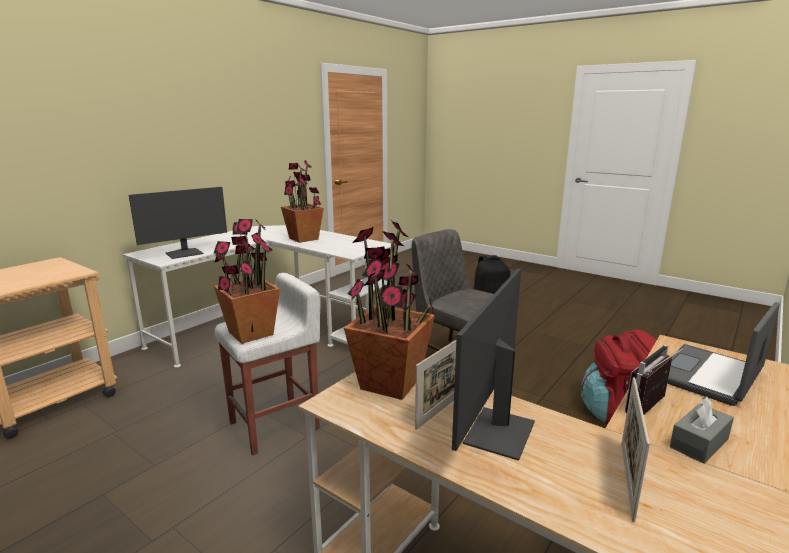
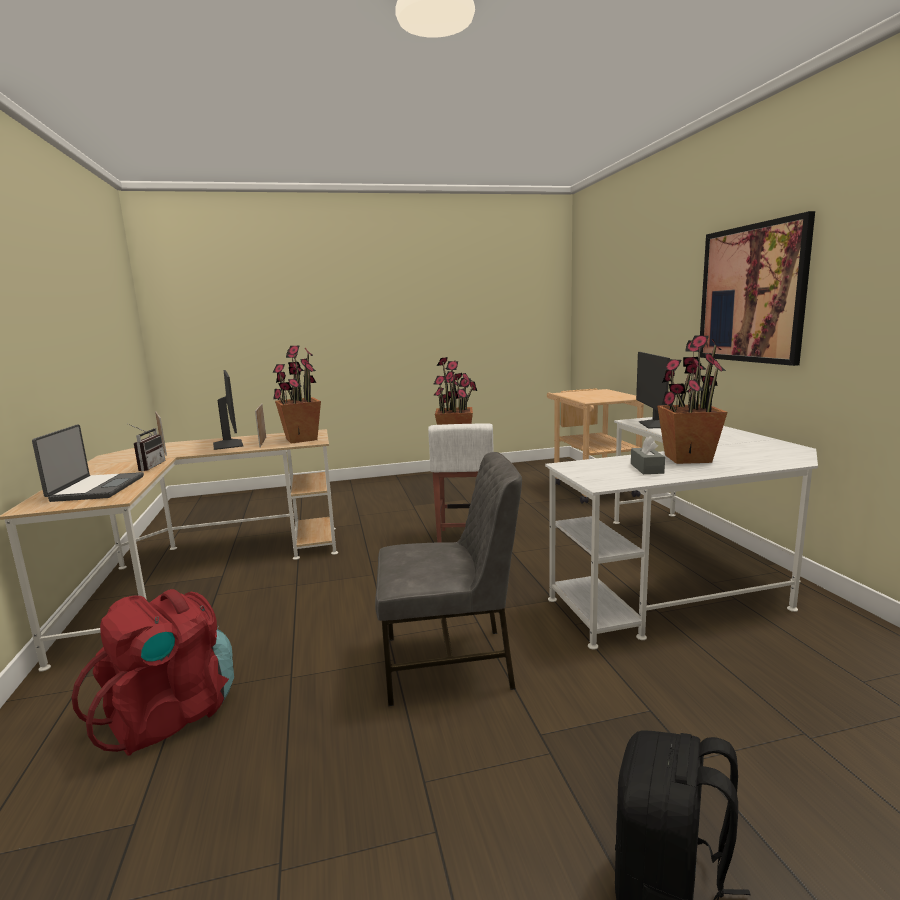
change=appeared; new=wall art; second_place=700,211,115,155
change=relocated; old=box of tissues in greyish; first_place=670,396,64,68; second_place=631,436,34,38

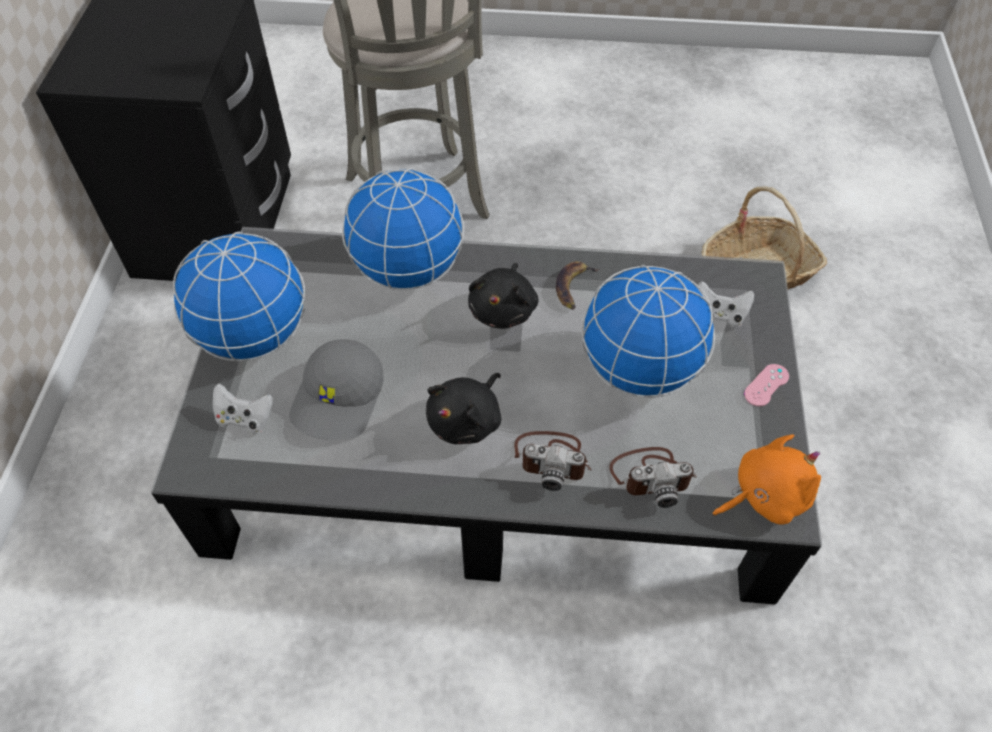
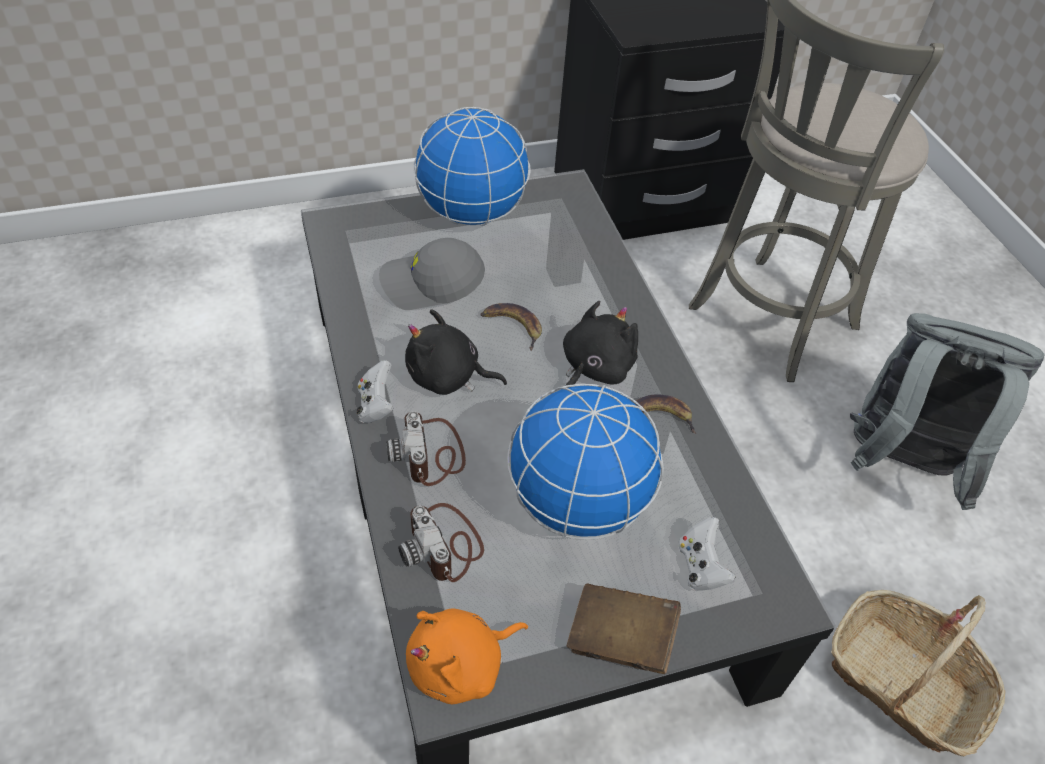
change=missing; old=world globe; first_place=342,168,122,122
change=appeared; new=whole banana; second_place=481,303,61,48
change=appeared; new=rucksack in greyish; second_place=850,313,195,197
change=relocated; old=game controller in whitish; first_place=213,383,60,50; second_place=357,360,37,63
change=exchanged; old=game controller in pinkish; new=volume in brown-coloured; first_place=744,364,45,43; second_place=567,583,114,91
change=spun; old=soft toy in black; first_place=468,263,70,66; second_place=563,301,75,87; degrees=135
change=spun; old=soft toy in orange-coloured; first_place=712,434,109,91; second_place=406,609,122,95; degrees=105

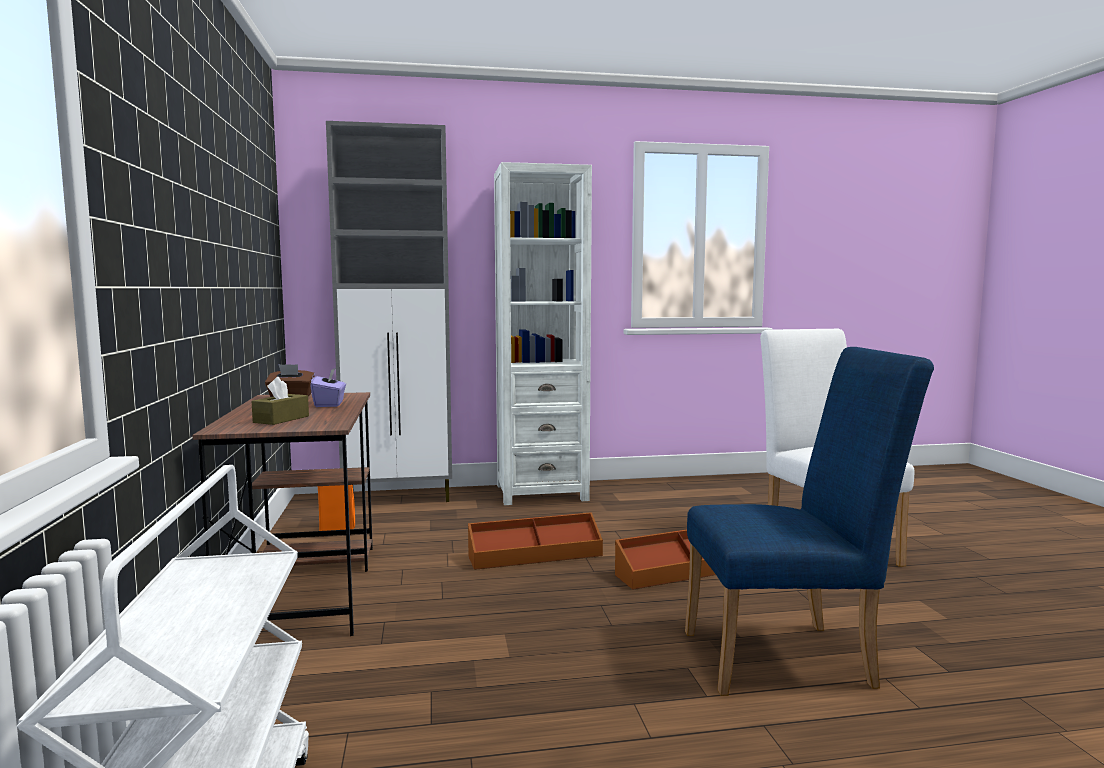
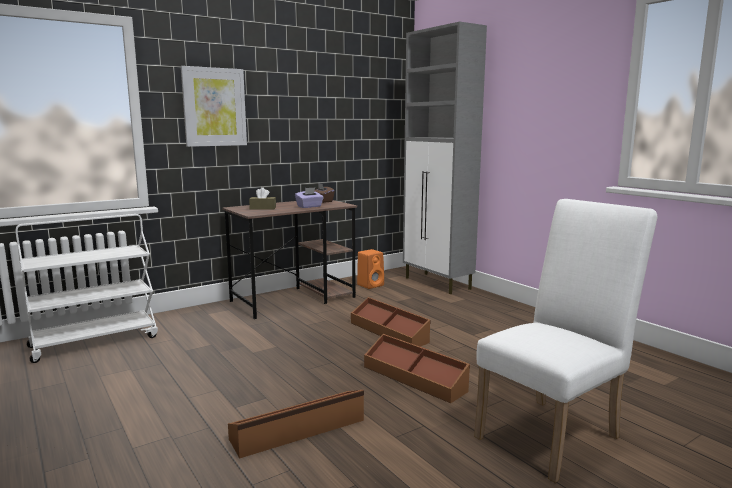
change=missing; old=shelving unit in whitish; first_place=494,162,98,343
change=appeared; new=wall art; second_place=181,66,66,81
change=exchanged; old=plain chair in bluish; new=storage bin in brown-coloured; first_place=685,347,249,349; second_place=228,390,136,69

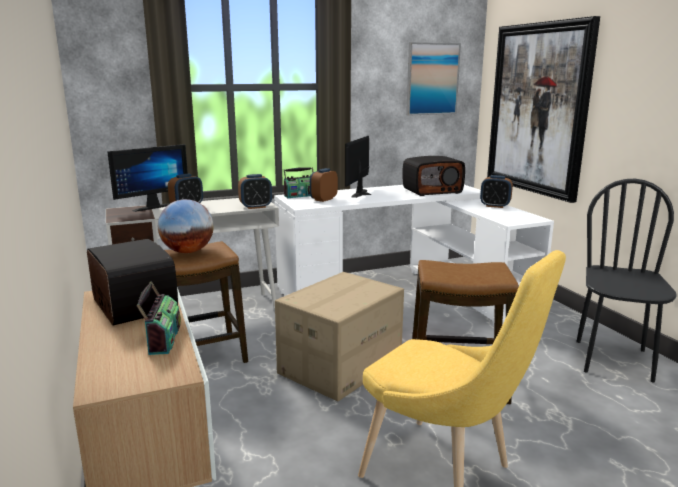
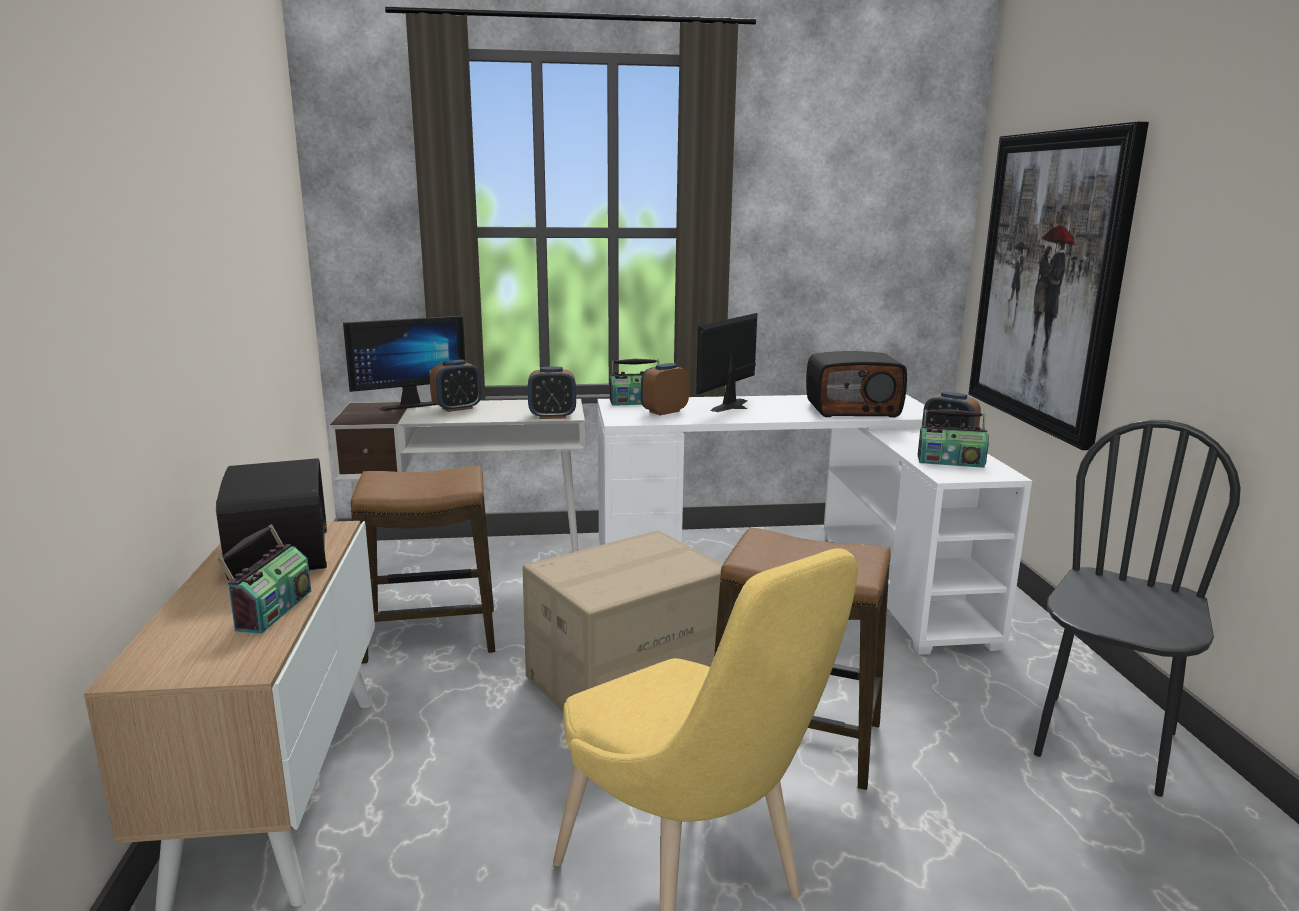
change=missing; old=world globe; first_place=158,199,56,54
change=missing; old=wall art; first_place=406,42,55,74
change=appeared; new=radio receiver; second_place=918,410,71,58

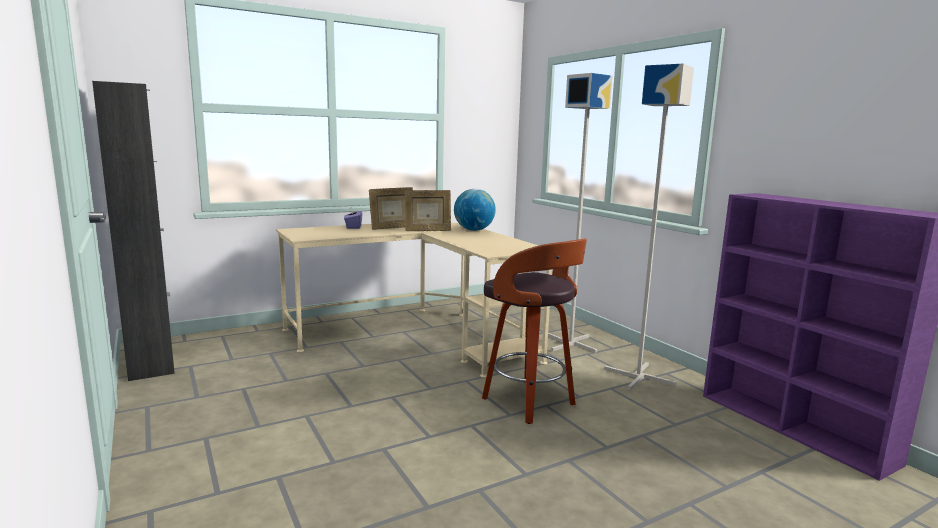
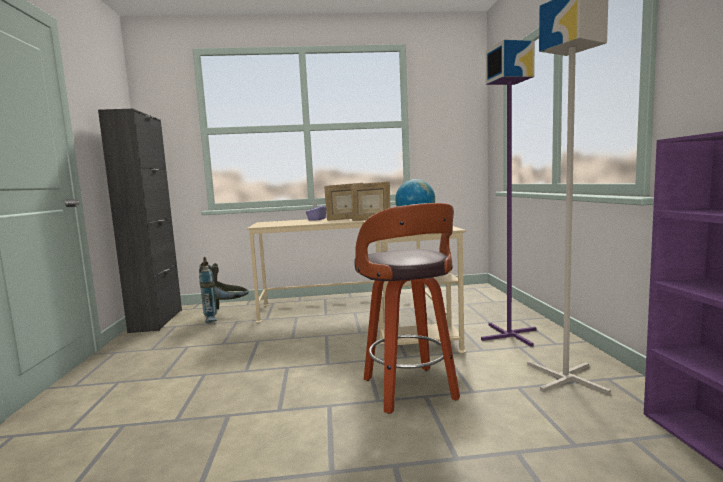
change=appeared; new=rucksack in greyish; second_place=199,257,50,66
change=colour; old=floor lamp in greyish; new=floor lamp in purplish; first_place=548,73,65,280; second_place=481,40,55,307

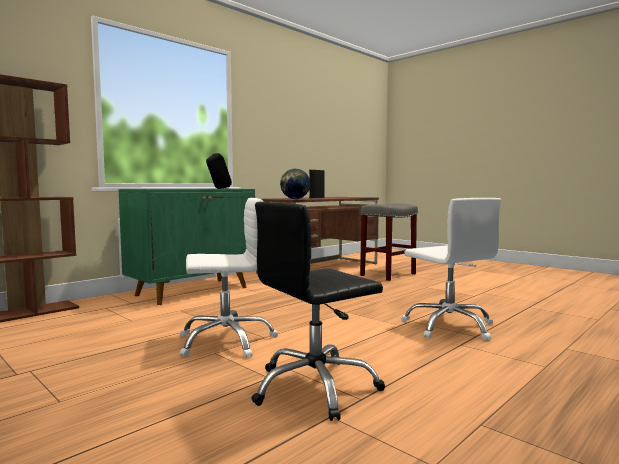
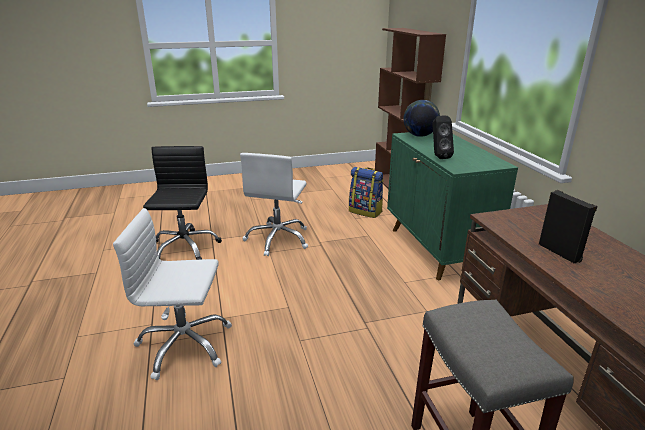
change=appeared; new=rucksack; second_place=349,167,35,51
change=relocated; old=world globe; first_place=280,169,30,30; second_place=403,100,37,37

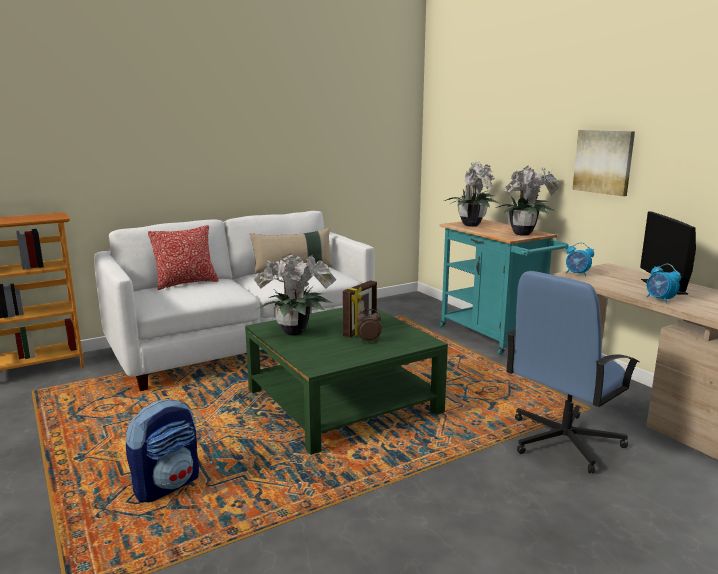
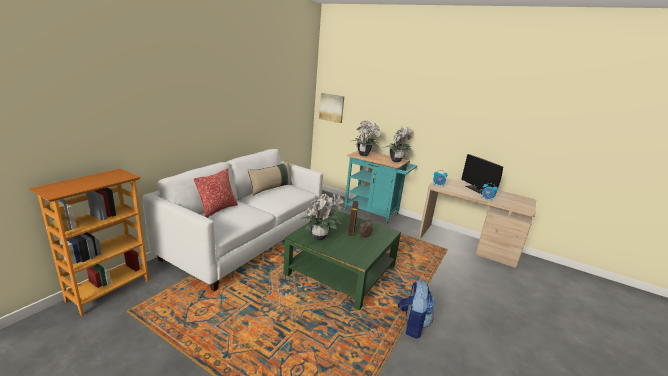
change=missing; old=office chair in bluish; first_place=506,271,133,202
change=relocated; old=rucksack; first_place=126,399,73,103; second_place=398,280,36,59
change=relocated; old=wall art; first_place=572,130,63,66; second_place=319,93,25,30

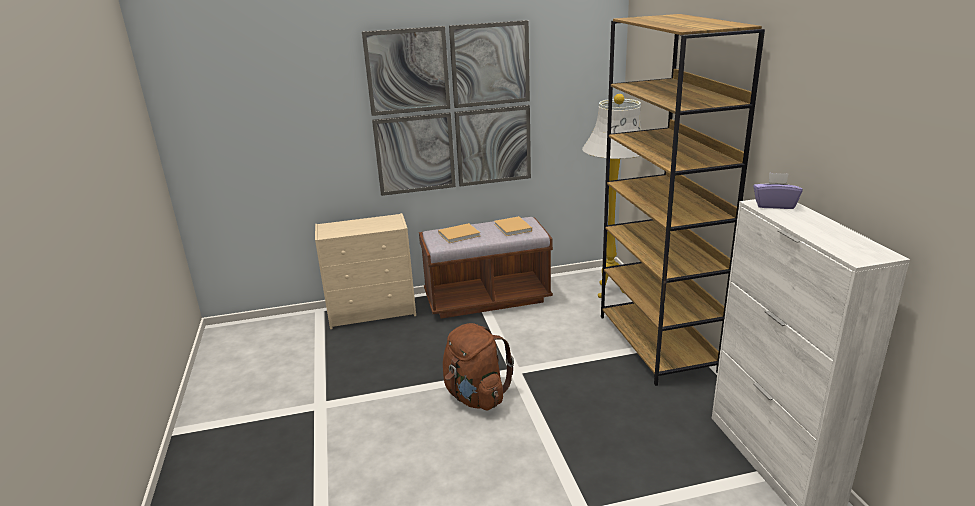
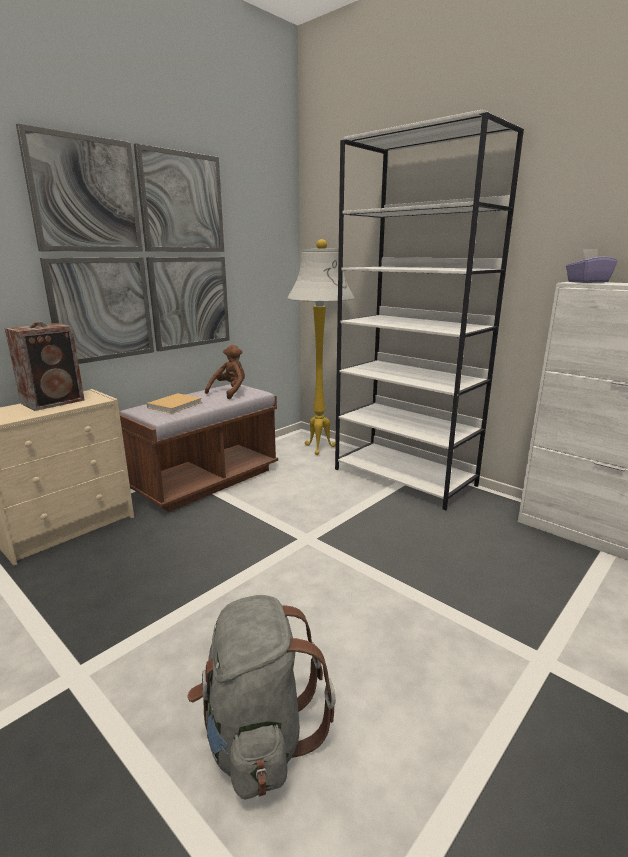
change=missing; old=rucksack in brown-coloured; first_place=443,323,71,87
change=appeared; new=loudspeaker; second_place=5,322,79,89
change=appeared; new=rucksack in greyish; second_place=187,595,149,205
change=exchanged; old=volume in beige; new=soft toy in brown-coloured; first_place=494,216,38,20; second_place=205,345,40,54
change=colour; old=shelving unit in brown-coloured; new=shelving unit in whitish; first_place=601,14,164,372; second_place=335,109,189,402

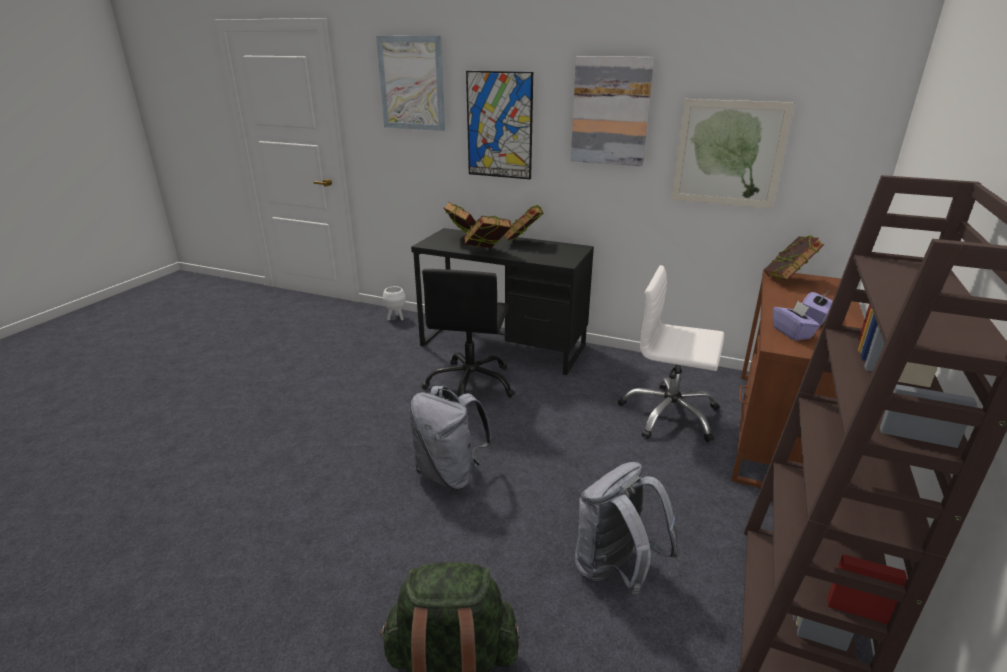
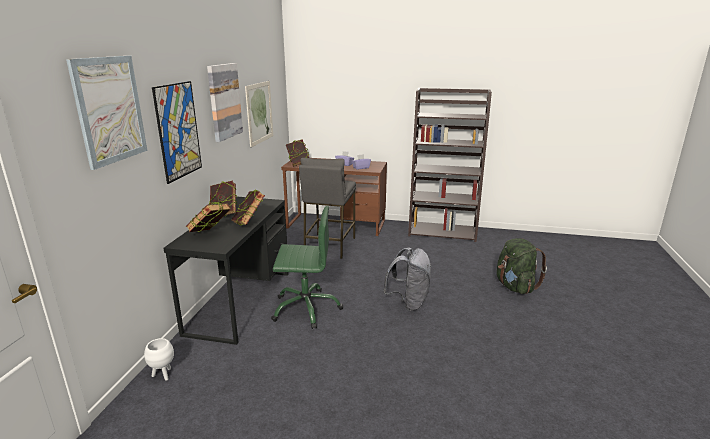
change=missing; old=rucksack in greyish; first_place=575,462,103,132
change=exchanged; old=office chair in whitish; new=sitting stool in greyish; first_place=618,265,107,177; second_place=299,158,57,101
change=colour; old=office chair in black; new=office chair in greenish; first_place=422,269,93,129; second_place=271,206,72,123

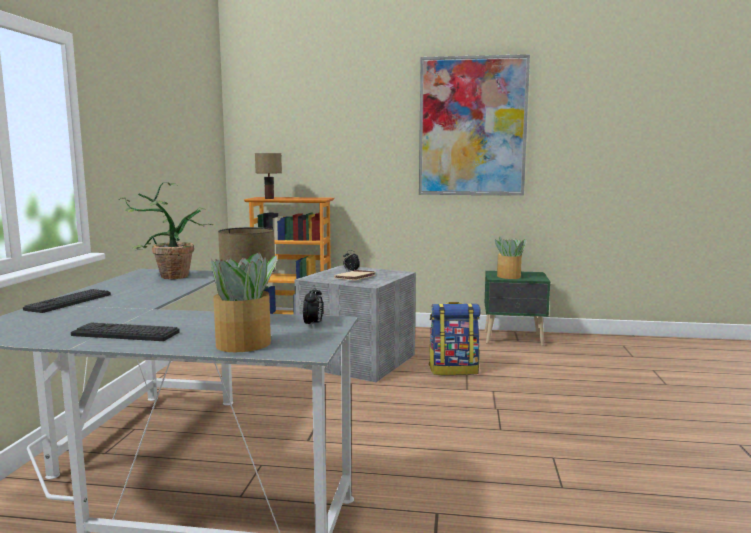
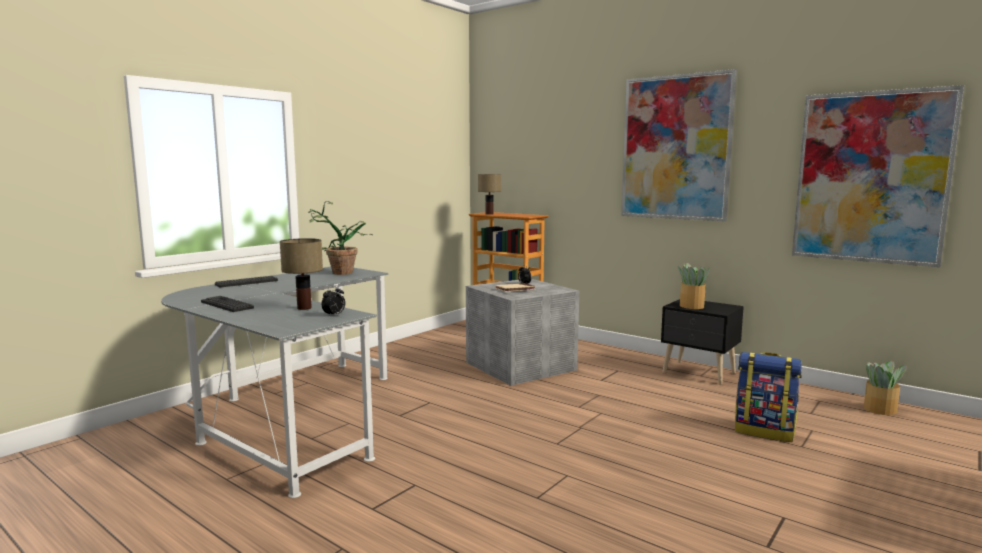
change=appeared; new=wall art; second_place=792,85,172,182
change=relocated; old=plant in a pot; first_place=211,253,66,99; second_place=864,361,43,54
change=relocated; old=rucksack; first_place=429,302,52,73; second_place=735,352,67,90
change=colour; old=bedside table in greenish; new=bedside table in black; first_place=484,271,66,75; second_place=661,299,83,86

